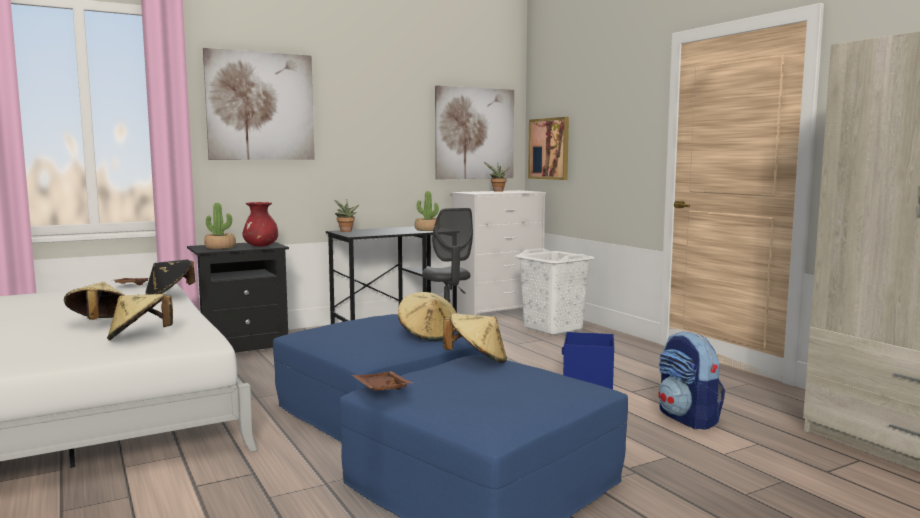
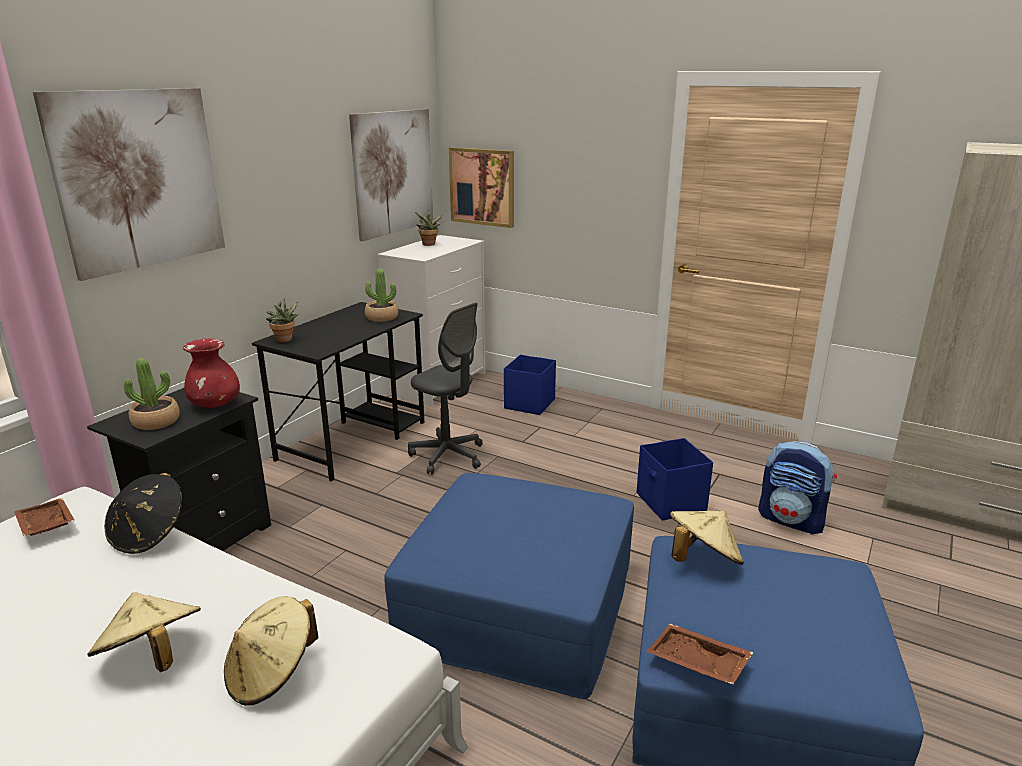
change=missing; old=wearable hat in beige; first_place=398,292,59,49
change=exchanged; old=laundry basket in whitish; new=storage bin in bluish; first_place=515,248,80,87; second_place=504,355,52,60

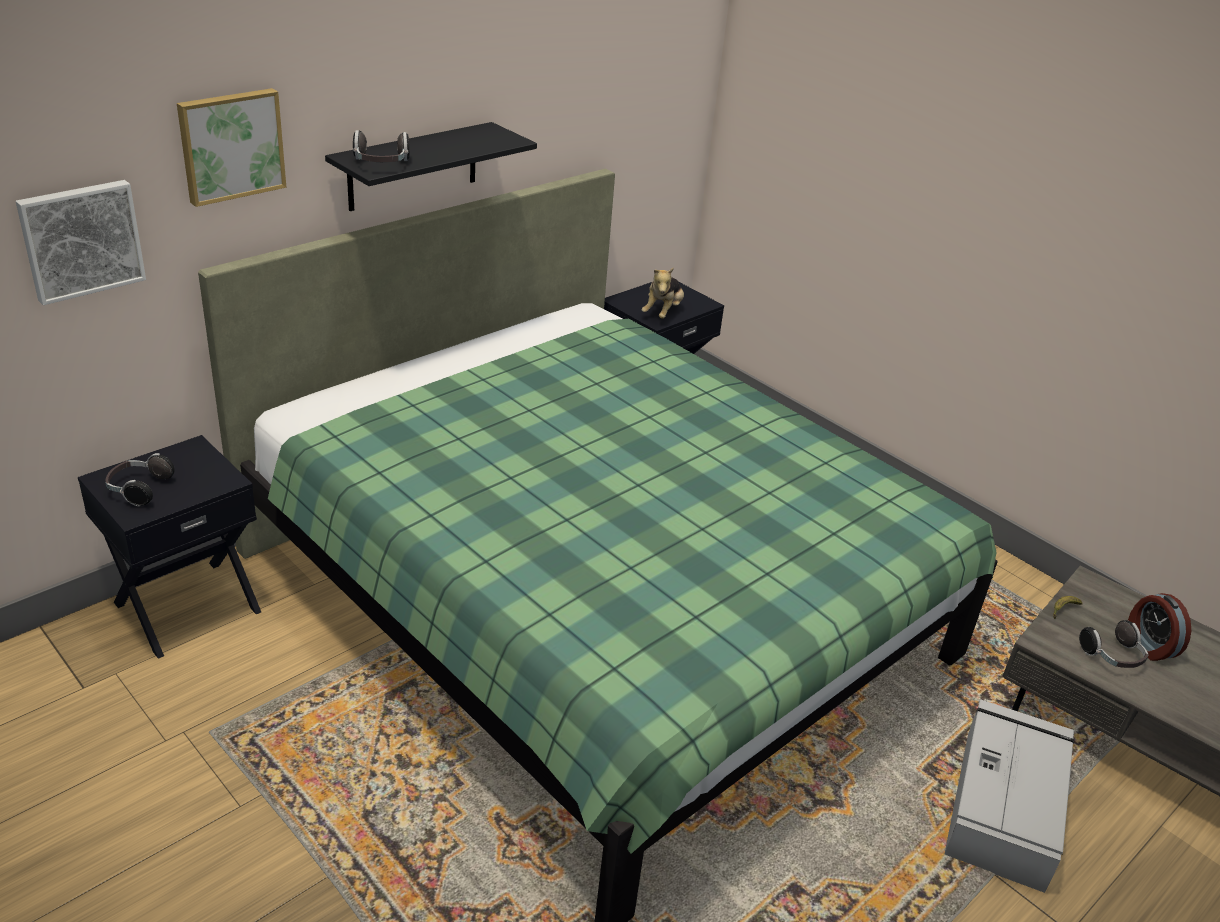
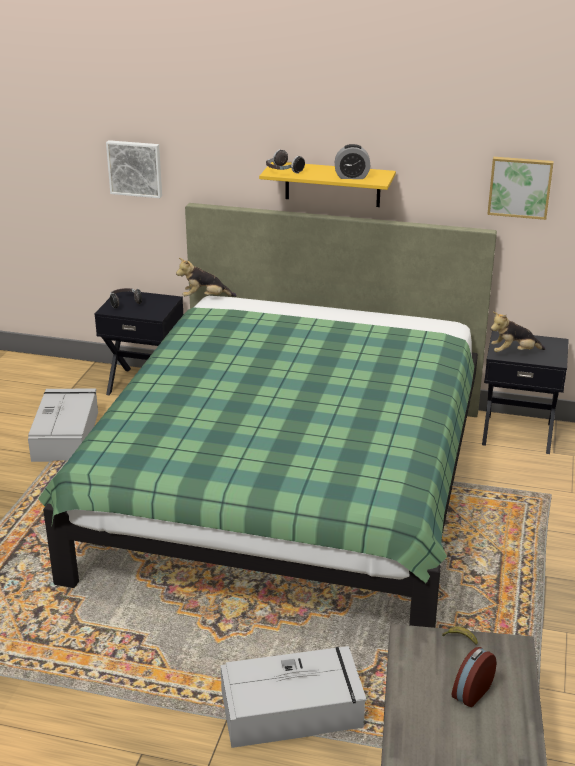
change=missing; old=pair of headphones; first_place=1079,620,69,48
change=appeared; new=storage bin in greyish; second_place=28,389,70,73
change=appeared; new=soft toy; second_place=176,258,61,39
change=appeared; new=alarm clock; second_place=335,144,35,35
change=relocated; old=wall art; first_place=177,88,109,119; second_place=487,157,67,63
change=colour; old=bracket shelf in black; new=bracket shelf in yellow-coloured; first_place=325,122,212,89; second_place=259,162,137,45

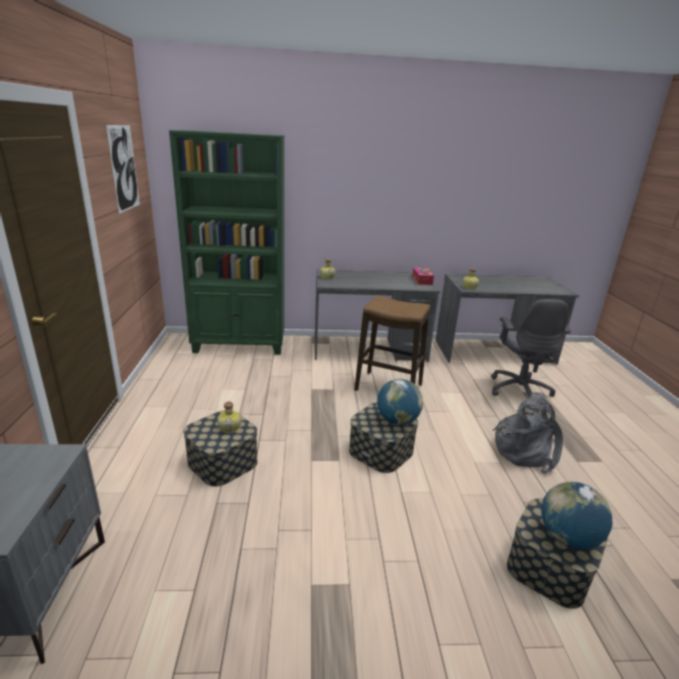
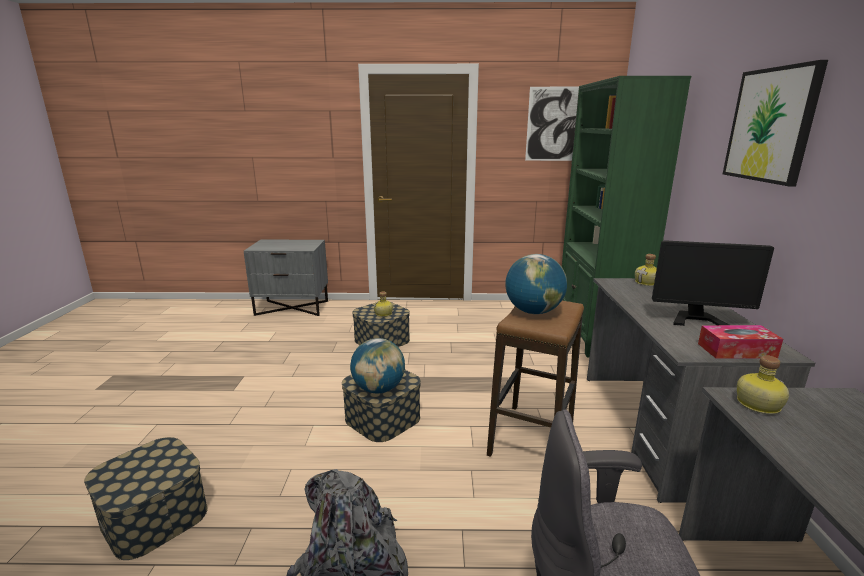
change=appeared; new=monitor; second_place=652,240,122,86
change=appeared; new=wall art; second_place=723,60,105,126
change=relocated; old=world globe; first_place=541,482,71,67; second_place=505,254,62,60

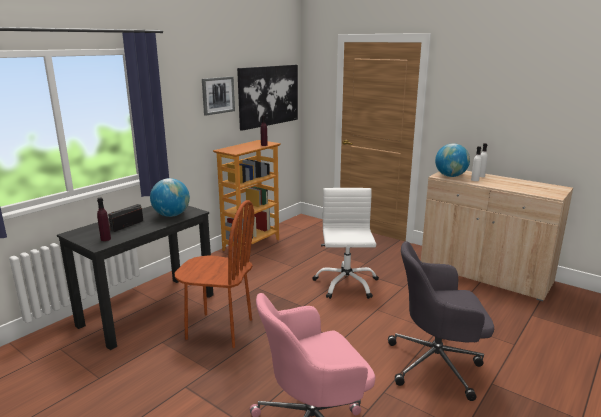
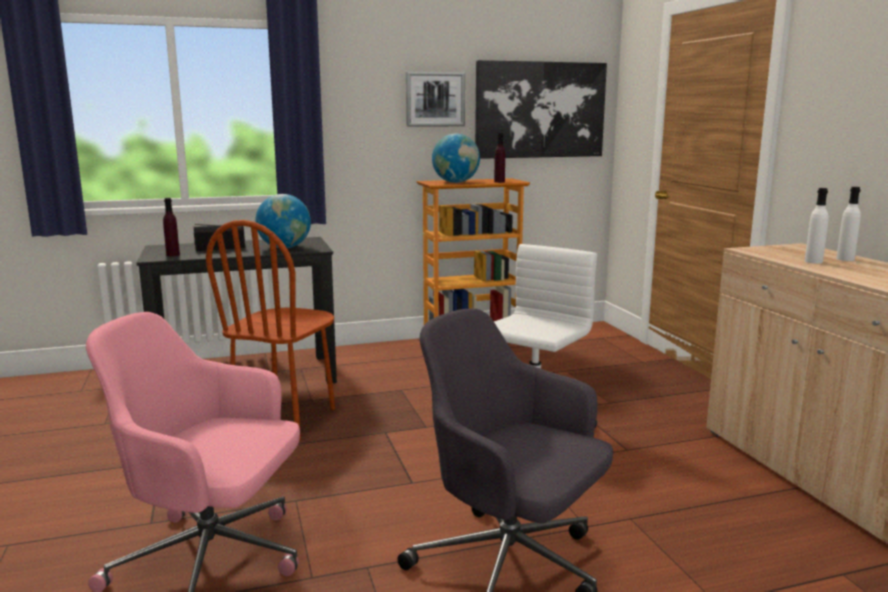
change=relocated; old=world globe; first_place=435,144,35,33; second_place=432,133,48,50
change=spun; old=plain chair in brown-coloured; first_place=175,200,79,148; second_place=206,220,129,221; degrees=60

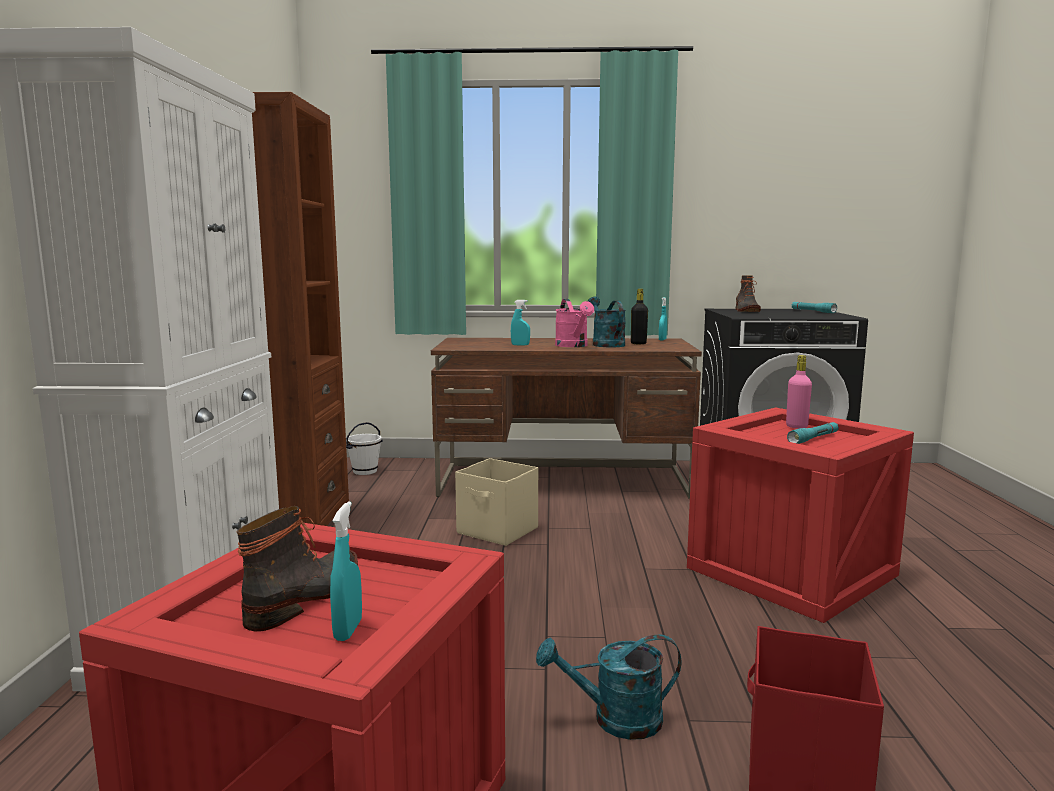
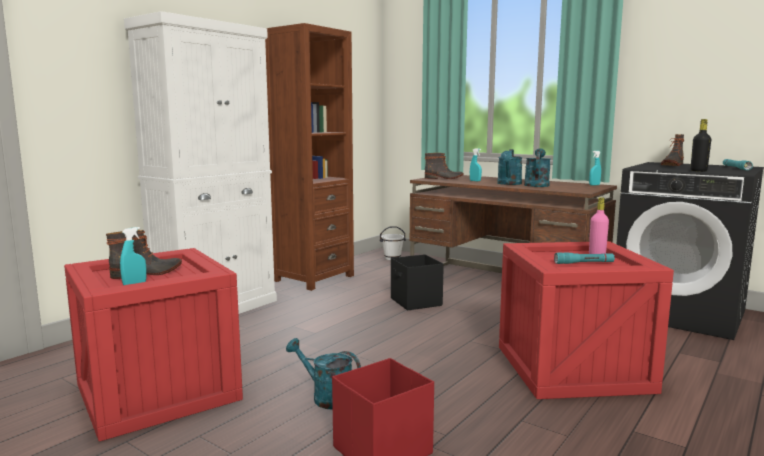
change=appeared; new=tall boot; second_place=425,153,38,26
change=relocated; old=bottle in black; first_place=631,289,17,55; second_place=691,119,20,53
change=colour; old=storage bin in beige; new=storage bin in black; first_place=455,458,83,88; second_place=391,254,53,56
change=colour; old=watering can in pinkish; new=watering can in blue-green; first_place=555,299,39,48; second_place=497,149,26,36

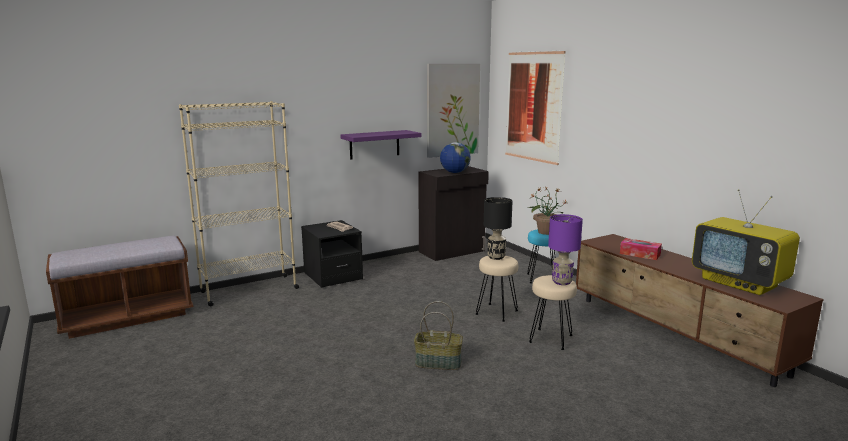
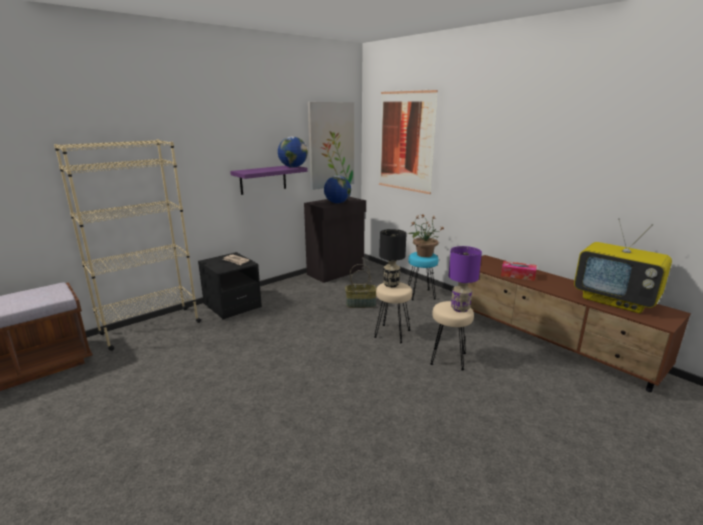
change=appeared; new=world globe; second_place=278,137,30,30
change=relocated; old=household basket; first_place=414,301,49,69; second_place=345,264,32,44

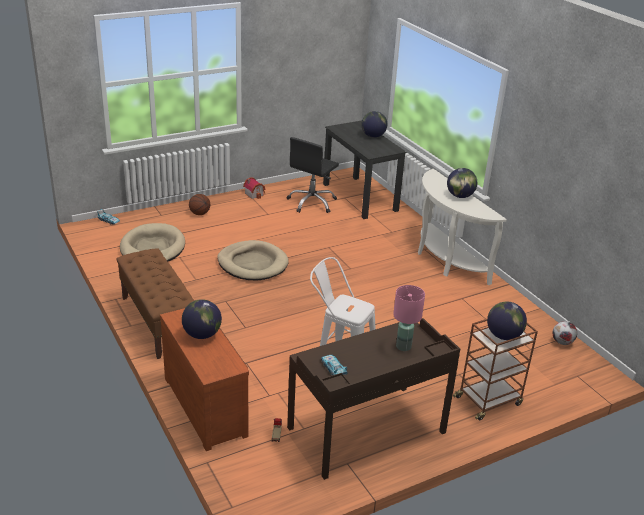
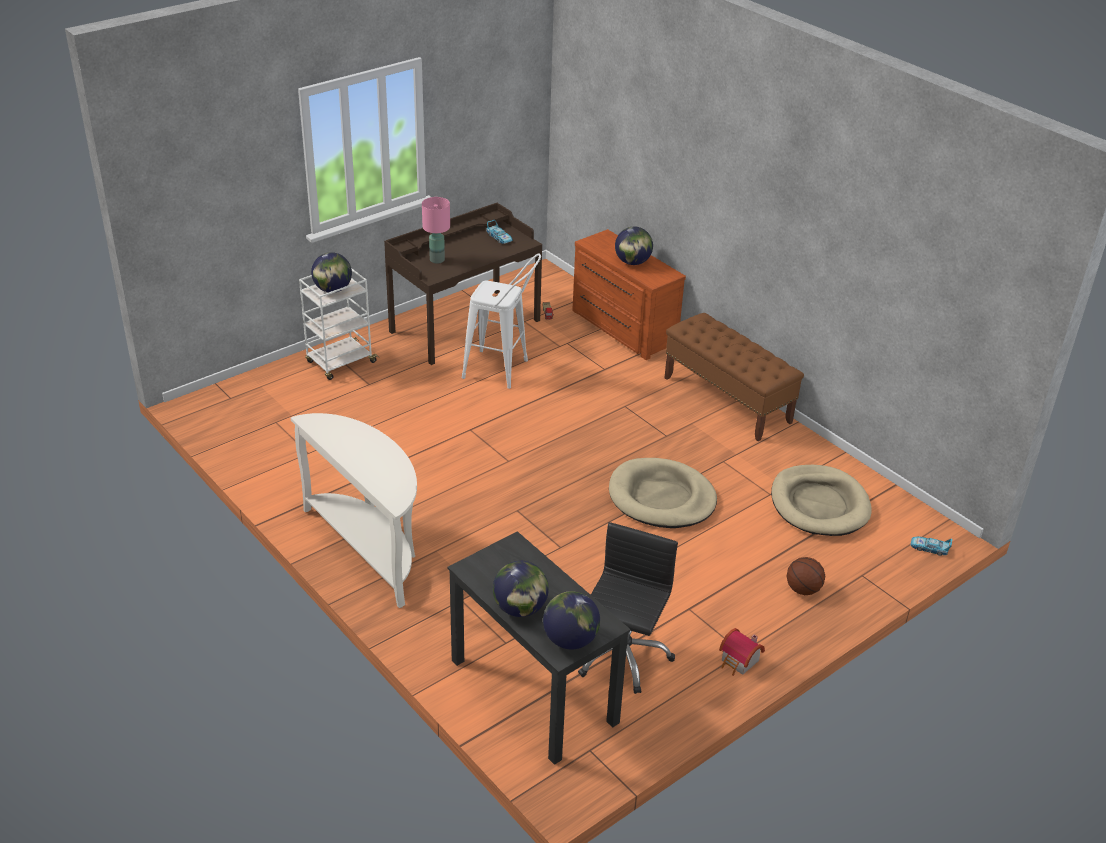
change=missing; old=football ball; first_place=552,321,25,24
change=relocated; old=world globe; first_place=447,168,30,30; second_place=543,591,57,58
change=colour; old=wheeled cart in brown-coloured; new=wheeled cart in whitish; first_place=453,319,85,101; second_place=299,268,80,112

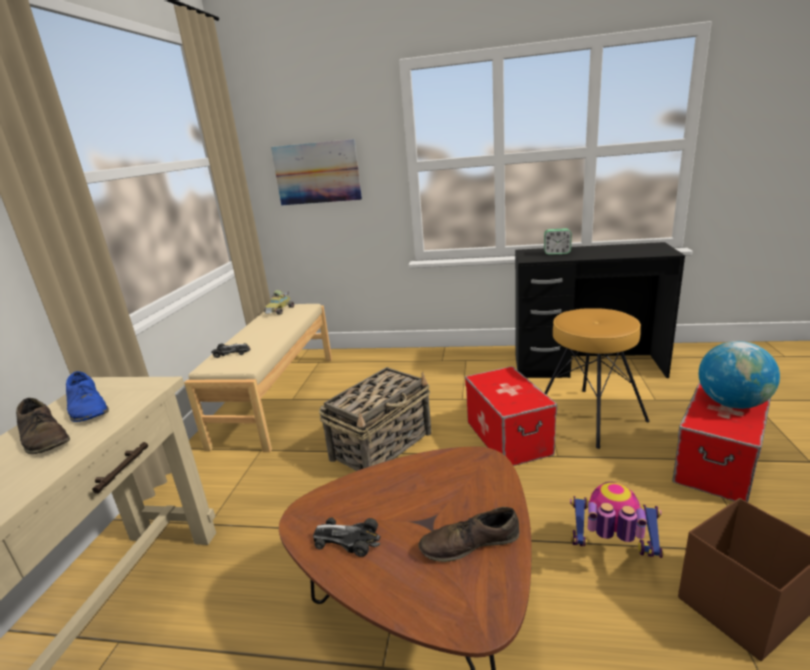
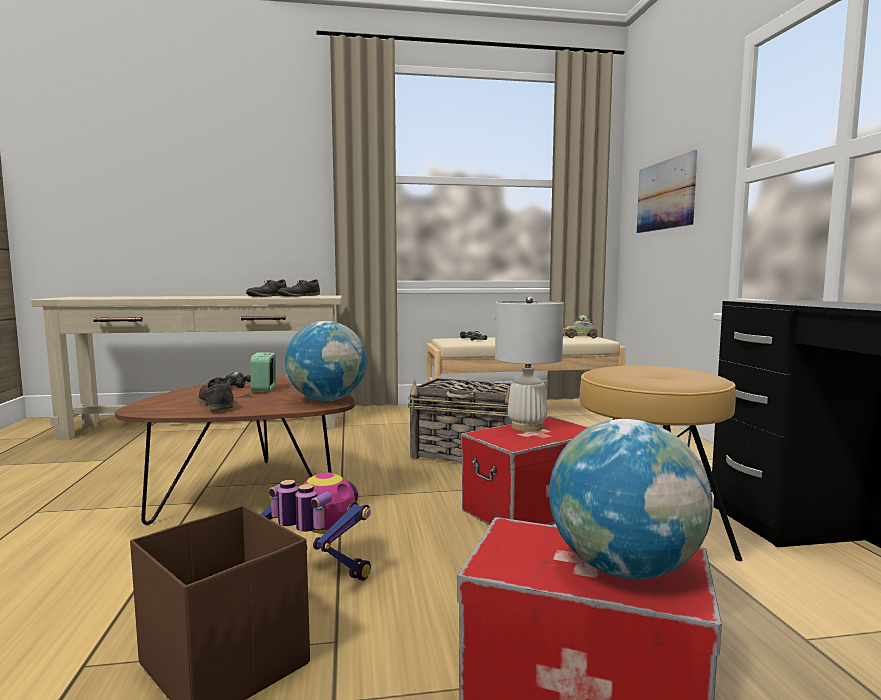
change=appeared; new=world globe; second_place=285,321,82,80
change=appeared; new=lamp for a table in whitish; second_place=495,296,69,136
change=relocated; old=alarm clock; first_place=544,228,28,27; second_place=251,352,25,40
change=colour; old=low shoe in bluish; new=low shoe in brown-coloured; first_place=66,371,43,51; second_place=277,279,43,18
change=spun; old=model robot; first_place=570,482,94,76; second_place=261,472,110,109; degrees=-60

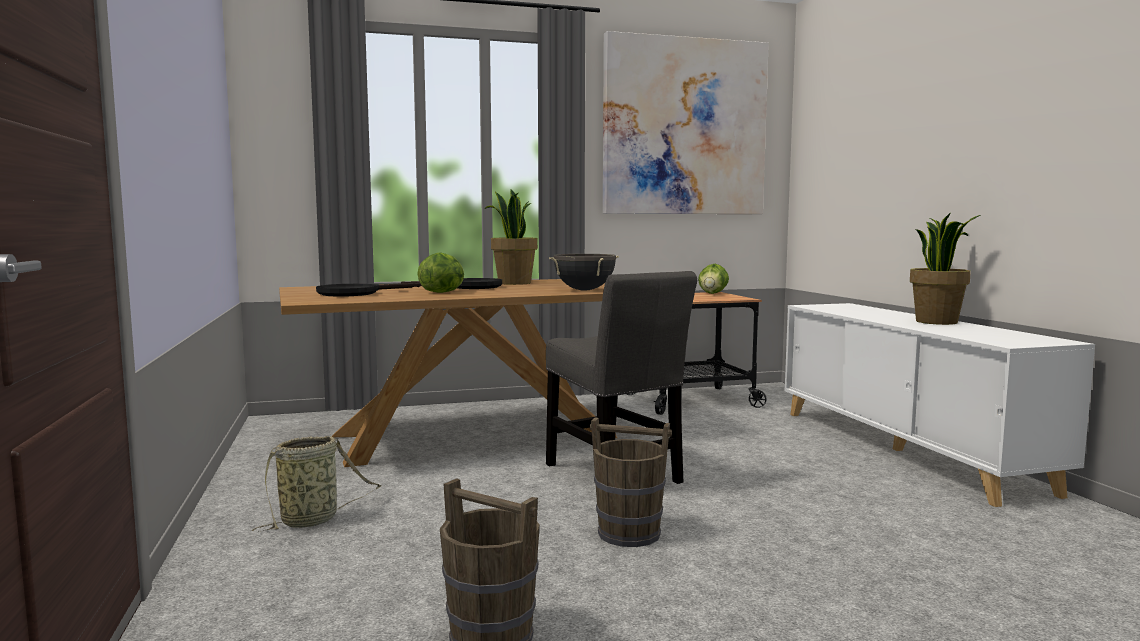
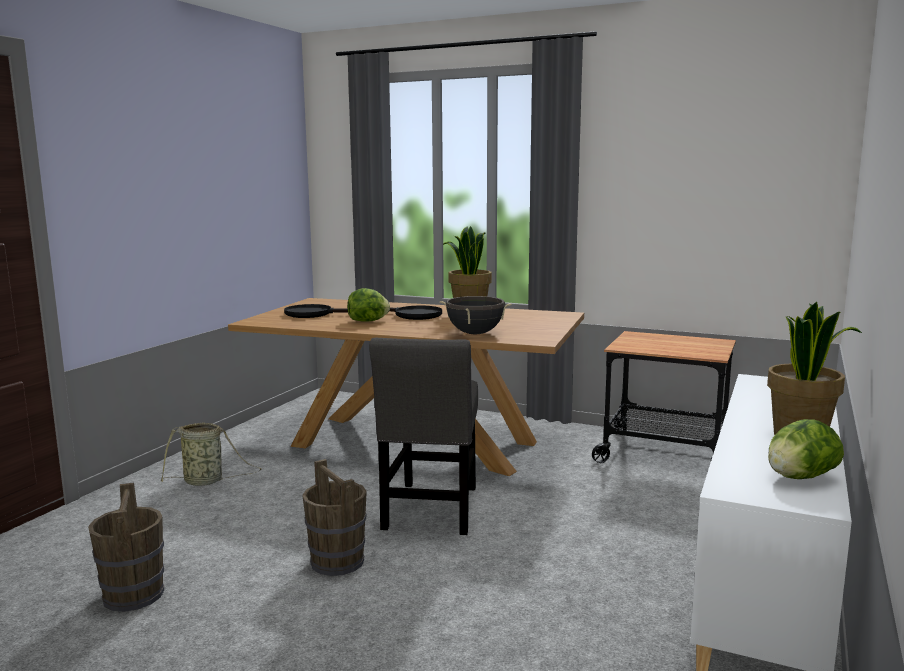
change=missing; old=wall art; first_place=603,31,166,183
change=relocated; old=lettuce head; first_place=698,264,31,30; second_place=768,419,76,60

